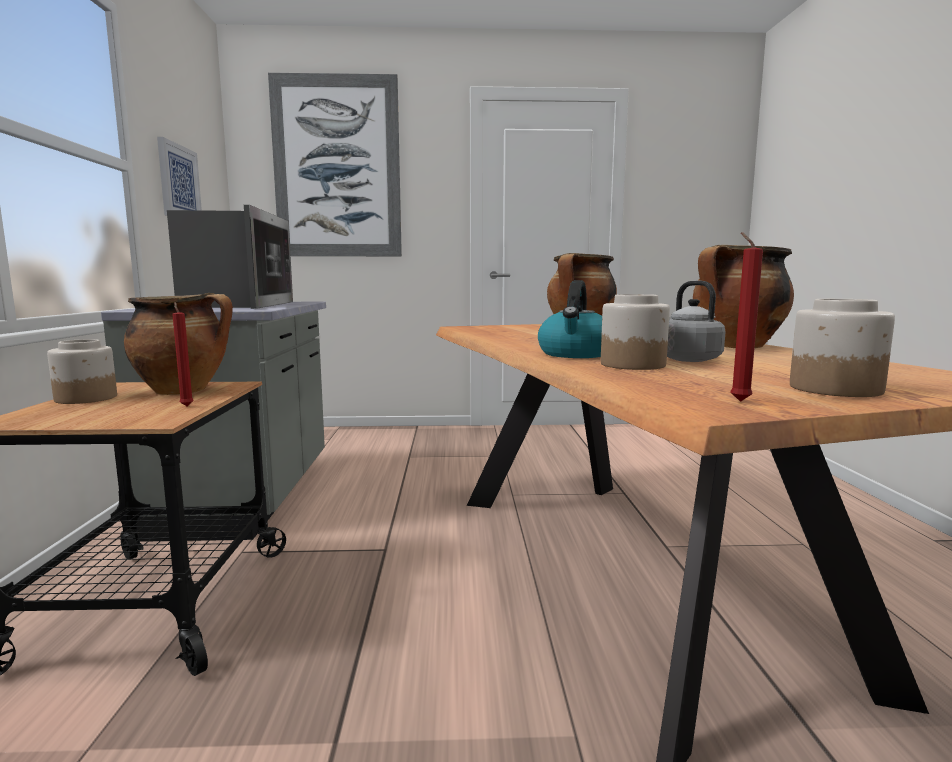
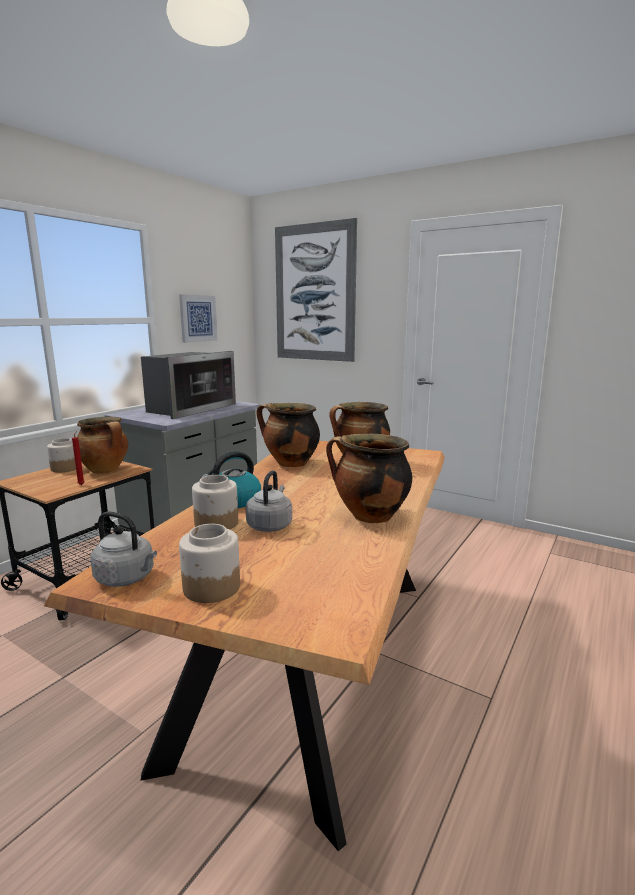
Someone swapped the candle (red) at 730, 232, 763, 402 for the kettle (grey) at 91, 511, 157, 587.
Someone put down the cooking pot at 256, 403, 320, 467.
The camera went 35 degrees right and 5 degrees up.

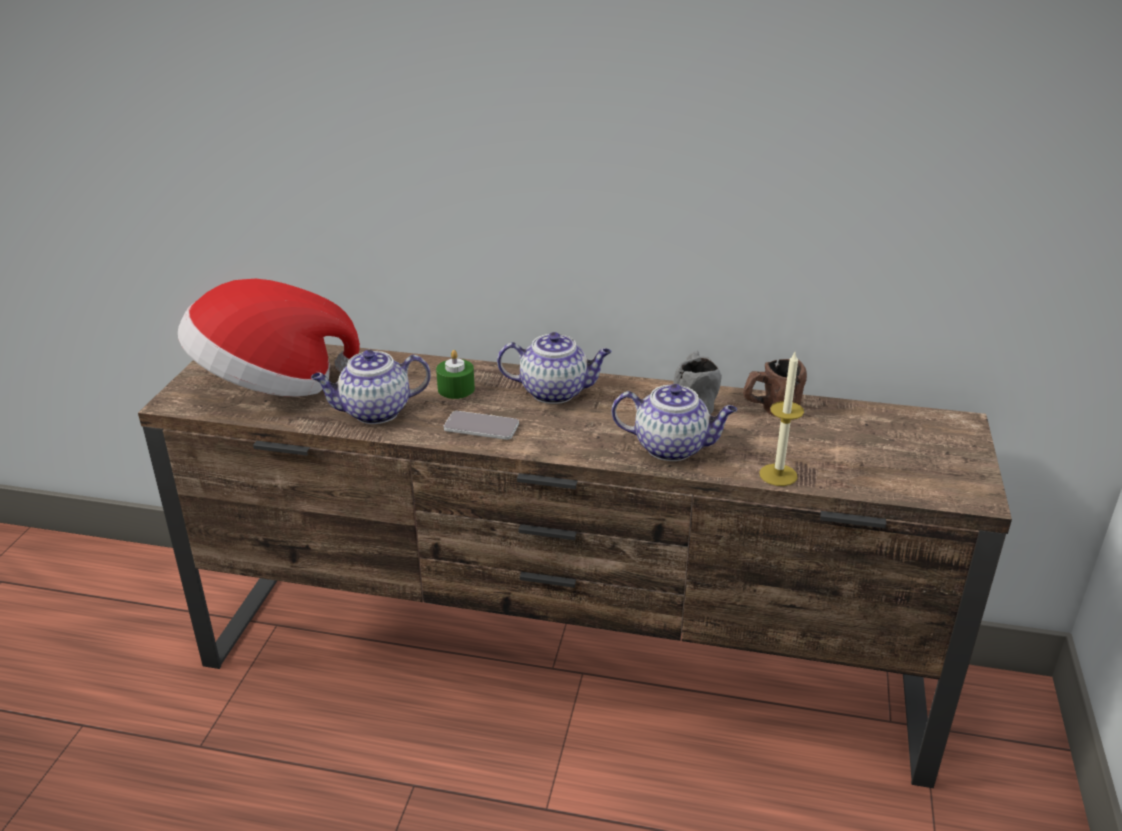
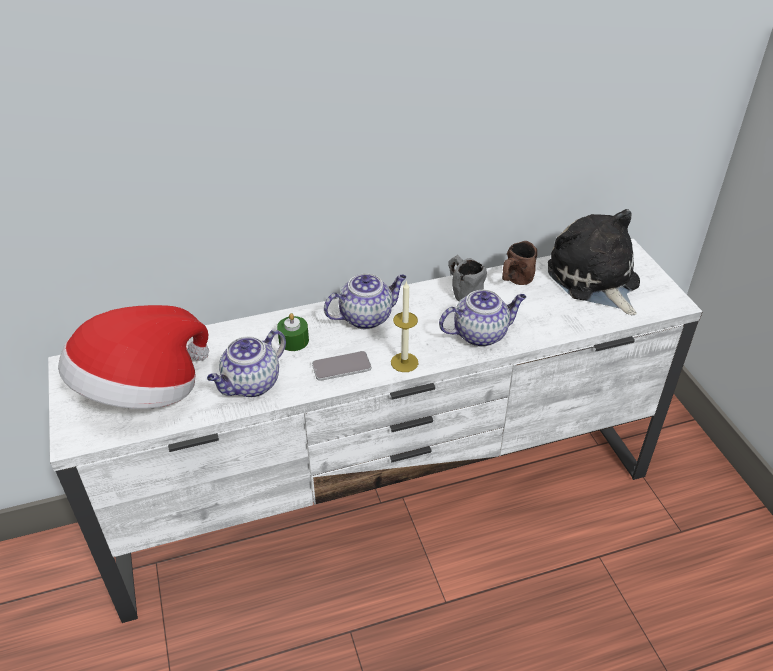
Someone repainted the tv stand (brown) at 138, 344, 1012, 788, which became the tv stand (white) at 48, 239, 703, 623.
Someone carried the candle from 759, 352, 804, 486 to 391, 282, 418, 372.
Someone put down the plush toy at 548, 209, 640, 315.
The camera went 30 degrees left and 10 degrees up.

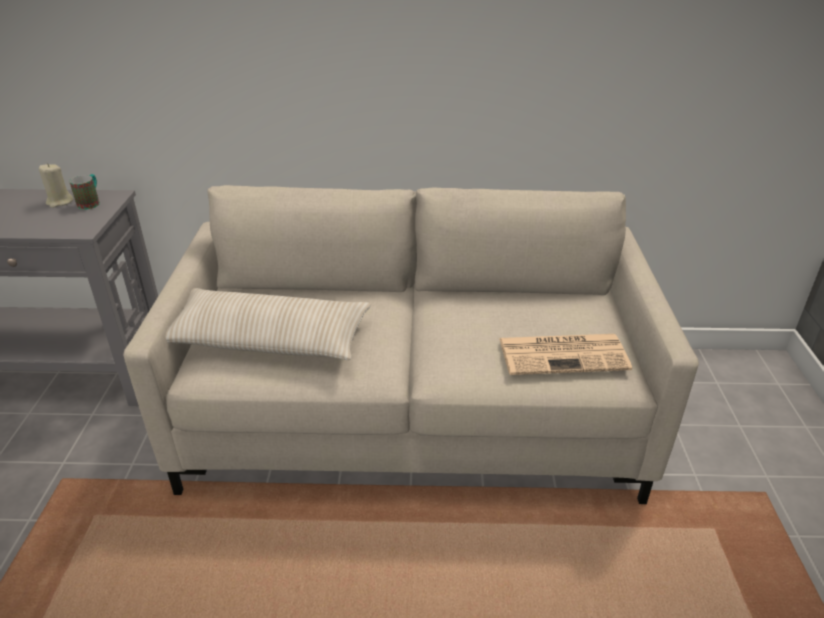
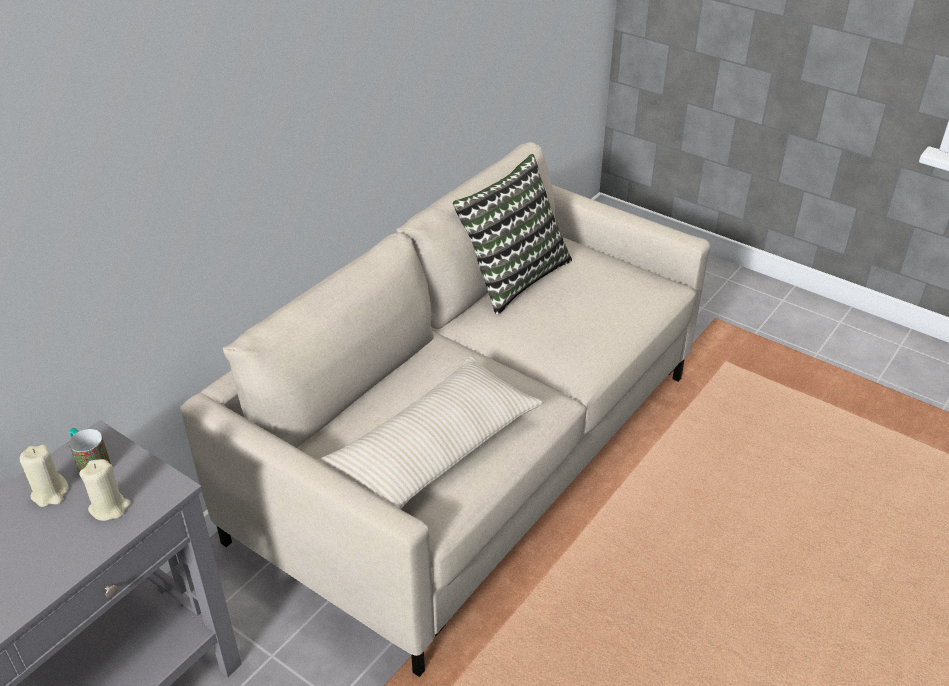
Someone took away the newspaper at 500, 334, 632, 375.
Someone put down the candle (beige) at 79, 459, 131, 521.
Someone put down the pillow at 453, 154, 572, 315.
The camera went 55 degrees left and 5 degrees up.

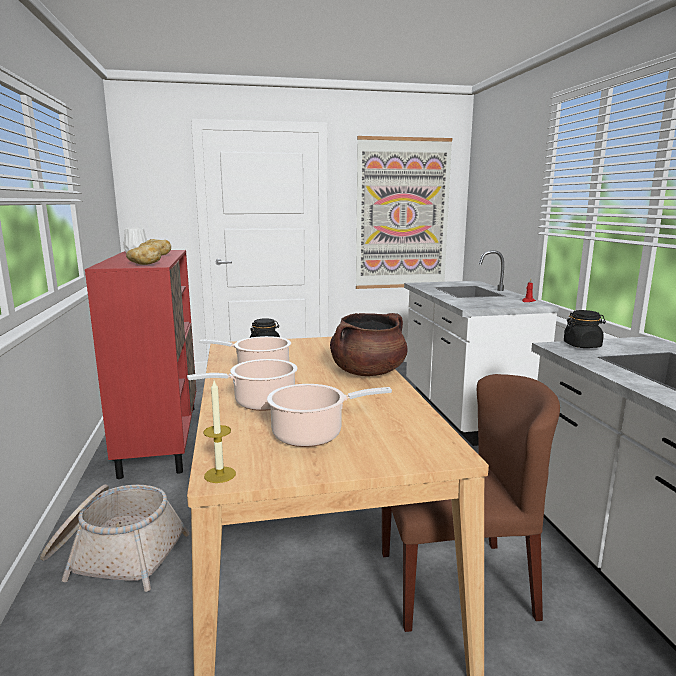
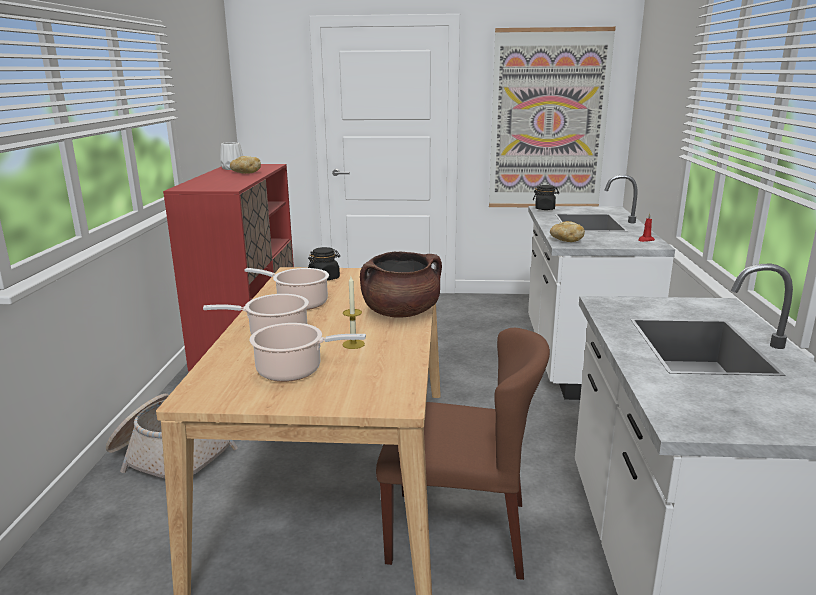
Someone carried the bread from 126, 245, 161, 265 to 550, 221, 585, 242.
Someone carried the candle from 203, 381, 236, 483 to 342, 276, 365, 349.
Someone carried the jar (black) from 564, 310, 606, 348 to 533, 185, 559, 210.
The camera went 15 degrees right and 5 degrees up.

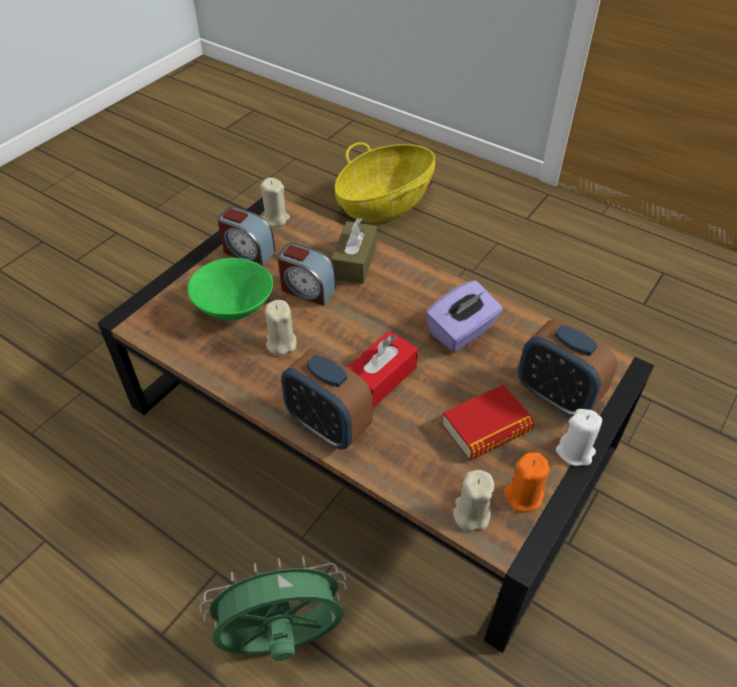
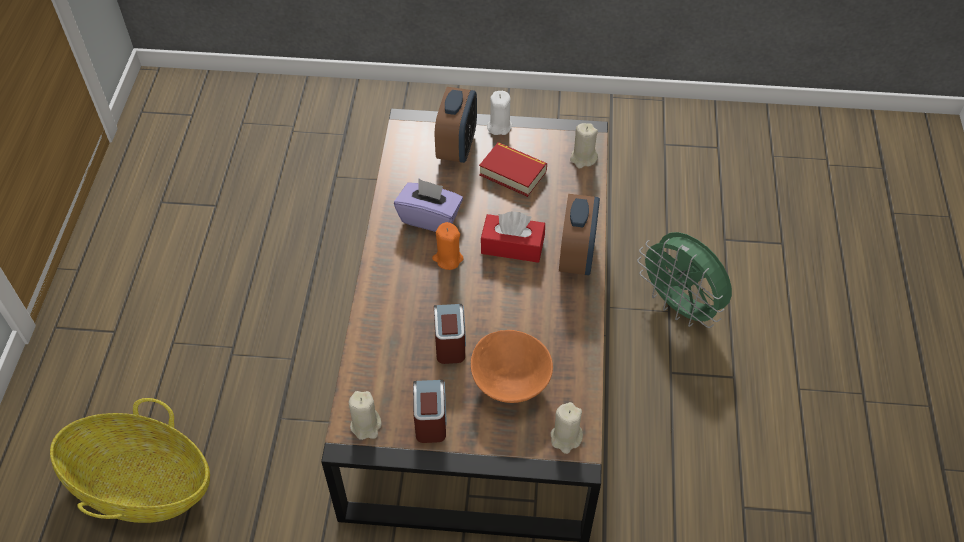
Someone repainted the bowl (green) at 188, 258, 273, 320, which became the bowl (orange) at 471, 330, 553, 403.
Someone carried the candle (beige) from 265, 300, 297, 355 to 551, 402, 583, 454.
Someone took away the tissue box (brown) at 331, 218, 377, 284.
Someone carried the candle (orange) from 504, 452, 550, 512 to 432, 222, 464, 270.
The camera went 120 degrees left and 5 degrees up.

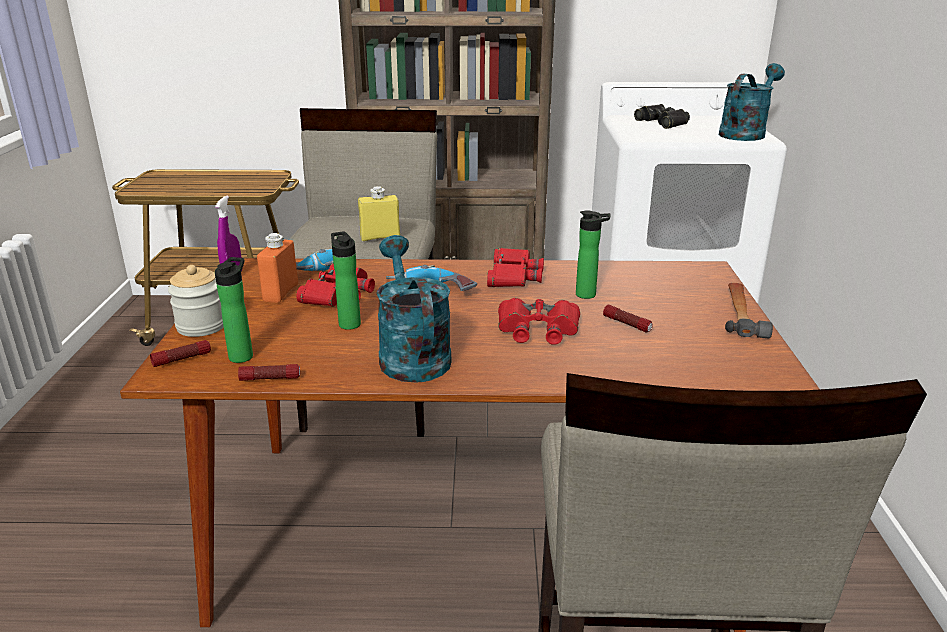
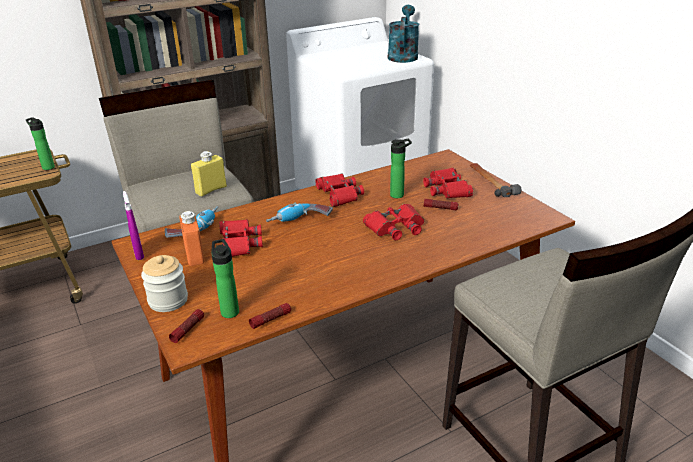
Someone carried the bottle from 331, 231, 361, 330 to 26, 117, 55, 170.
Someone took away the watering can (turquoise) at 376, 235, 452, 383.
Someone took away the binoculars (black) at 634, 104, 690, 129.
Someone put down the binoculars (red) at 423, 168, 473, 198.
The camera went 30 degrees left and 5 degrees up.

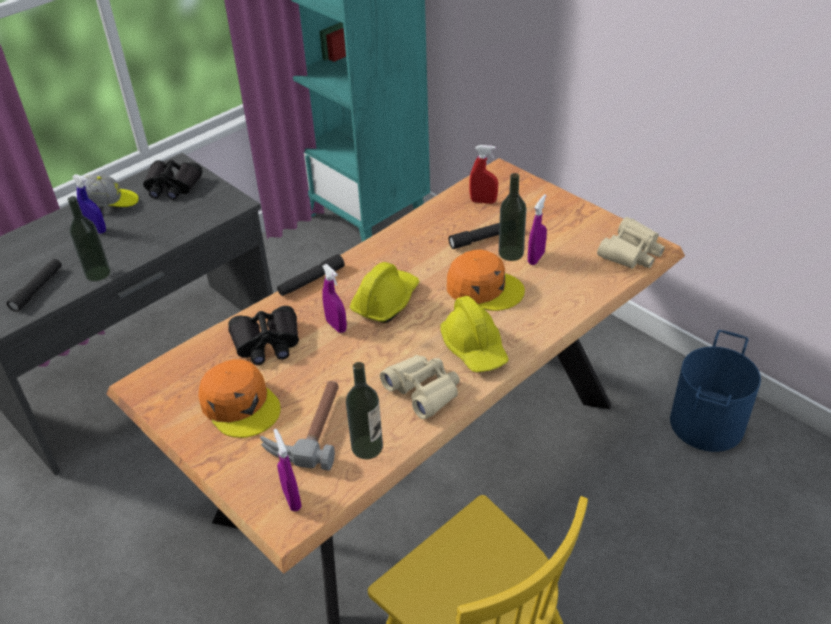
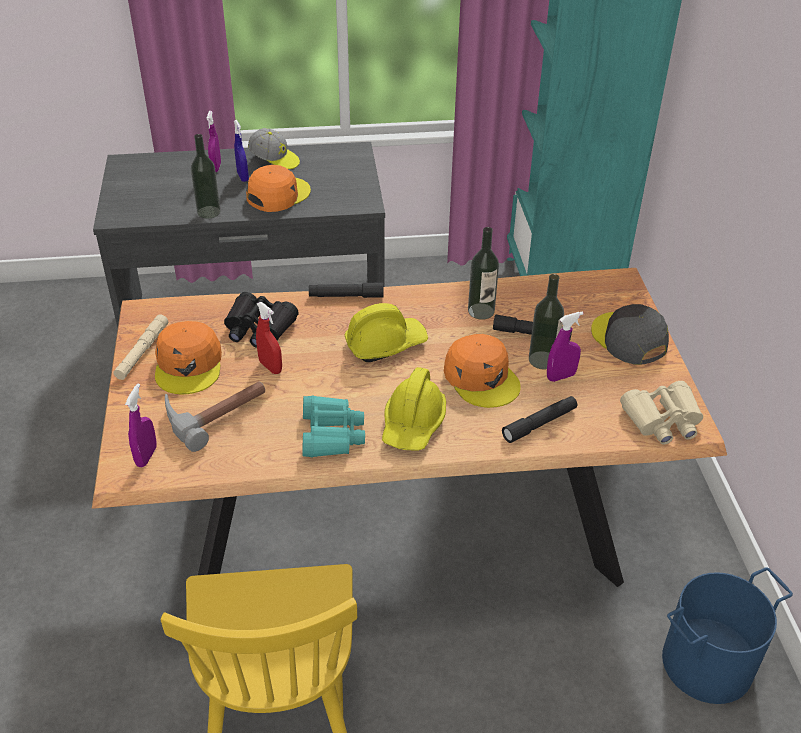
Someone carried the flashlight (black) from 7, 259, 62, 312 to 502, 396, 577, 443.
Someone took away the binoculars (black) at 143, 160, 203, 200.
Someone carried the spray bottle (purple) from 322, 264, 347, 333 to 206, 111, 221, 172.
Someone carried the bottle from 346, 362, 383, 459 to 468, 227, 499, 320.
Someone repainted the binoculars (beige) at 380, 355, 460, 419, which became the binoculars (turquoise) at 302, 395, 365, 457.
Someone carried the spray bottle (red) from 469, 145, 498, 204 to 256, 302, 282, 374.
Someone put down the flashlight (beige) at 113, 315, 168, 380.
Someone put down the cap (orange) at 246, 165, 311, 212.
Someone put down the cap (grey) at 591, 304, 669, 365.
The camera went 35 degrees right and 0 degrees up.

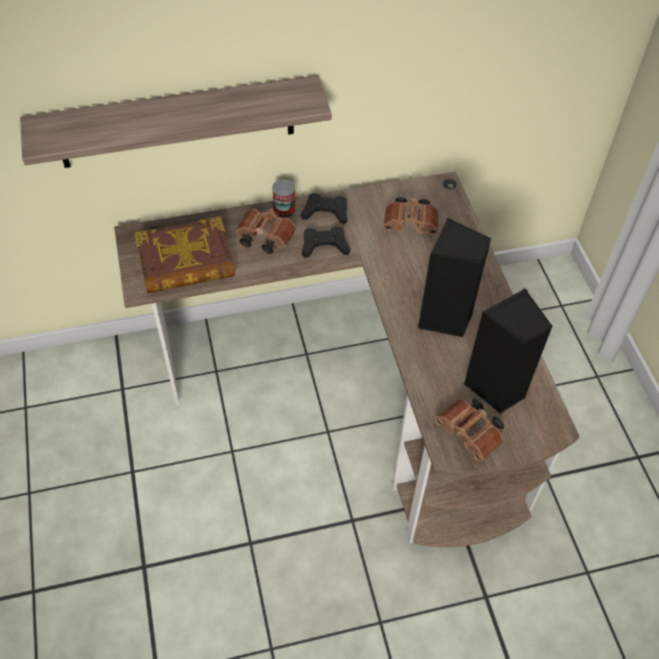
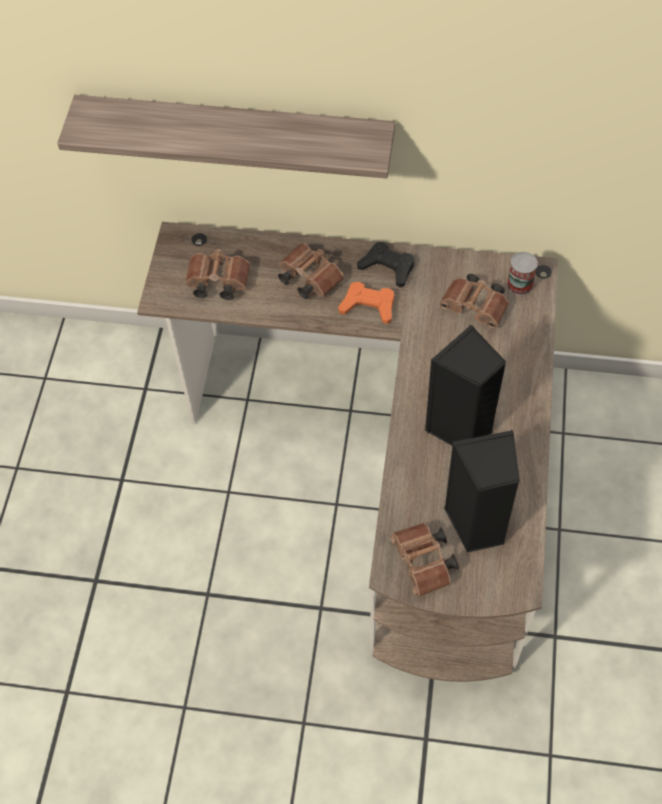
Someone swapped the book at 134, 217, 235, 293 for the binoculars (brown) at 185, 249, 250, 300.
Someone carried the can from 272, 179, 296, 218 to 507, 252, 538, 295.
Someone repainted the game controller (black) at 302, 227, 350, 258, which became the game controller (orange) at 338, 282, 394, 324.
The camera went 25 degrees right and 5 degrees up.

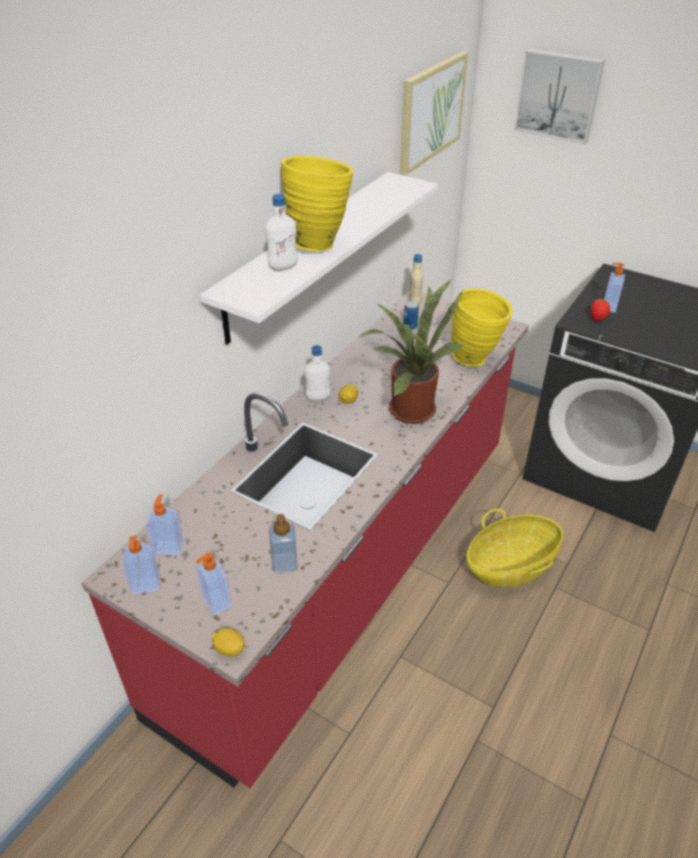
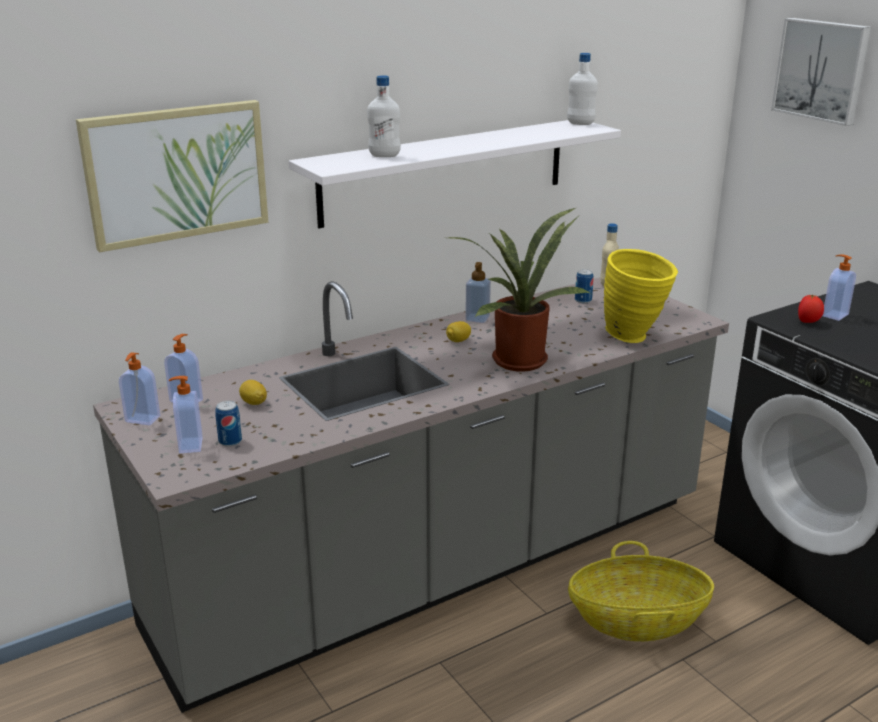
Someone repainted the counter (red) at 81, 292, 529, 788, which became the counter (grey) at 93, 277, 729, 713.
Someone carried the lemon from 211, 628, 245, 657 to 239, 380, 267, 405.
Someone carried the soap dispenser from 269, 514, 298, 573 to 465, 262, 491, 323.
Someone took away the vase (yellow) at 281, 156, 354, 251.
Someone carried the bottle (white) from 304, 345, 331, 401 to 567, 53, 598, 125.
Someone carried the picture from 400, 51, 468, 175 to 76, 100, 269, 252.
Someone put down the can at 215, 400, 242, 447.
The camera went 25 degrees right and 15 degrees down.

